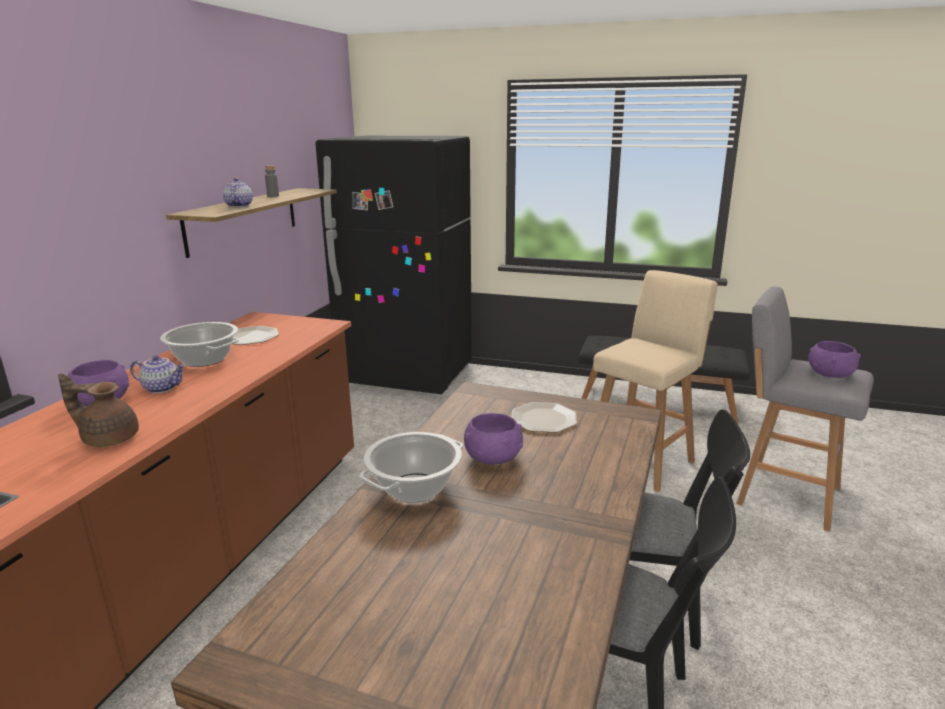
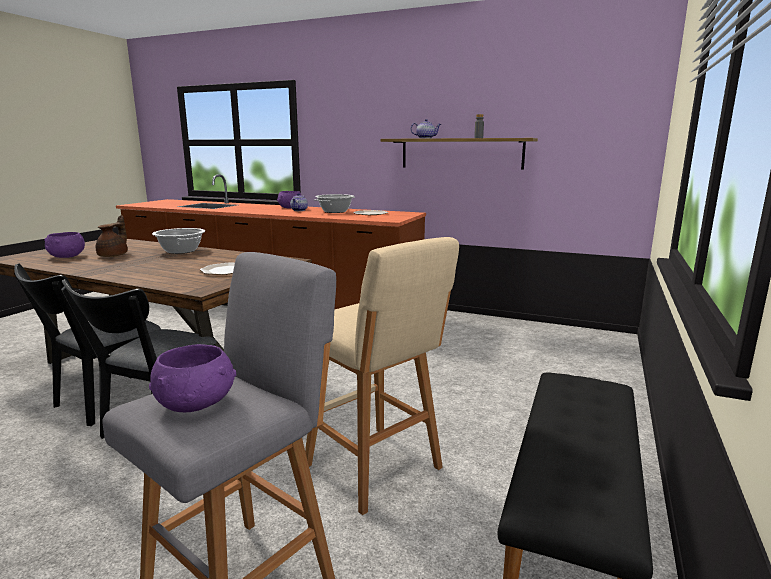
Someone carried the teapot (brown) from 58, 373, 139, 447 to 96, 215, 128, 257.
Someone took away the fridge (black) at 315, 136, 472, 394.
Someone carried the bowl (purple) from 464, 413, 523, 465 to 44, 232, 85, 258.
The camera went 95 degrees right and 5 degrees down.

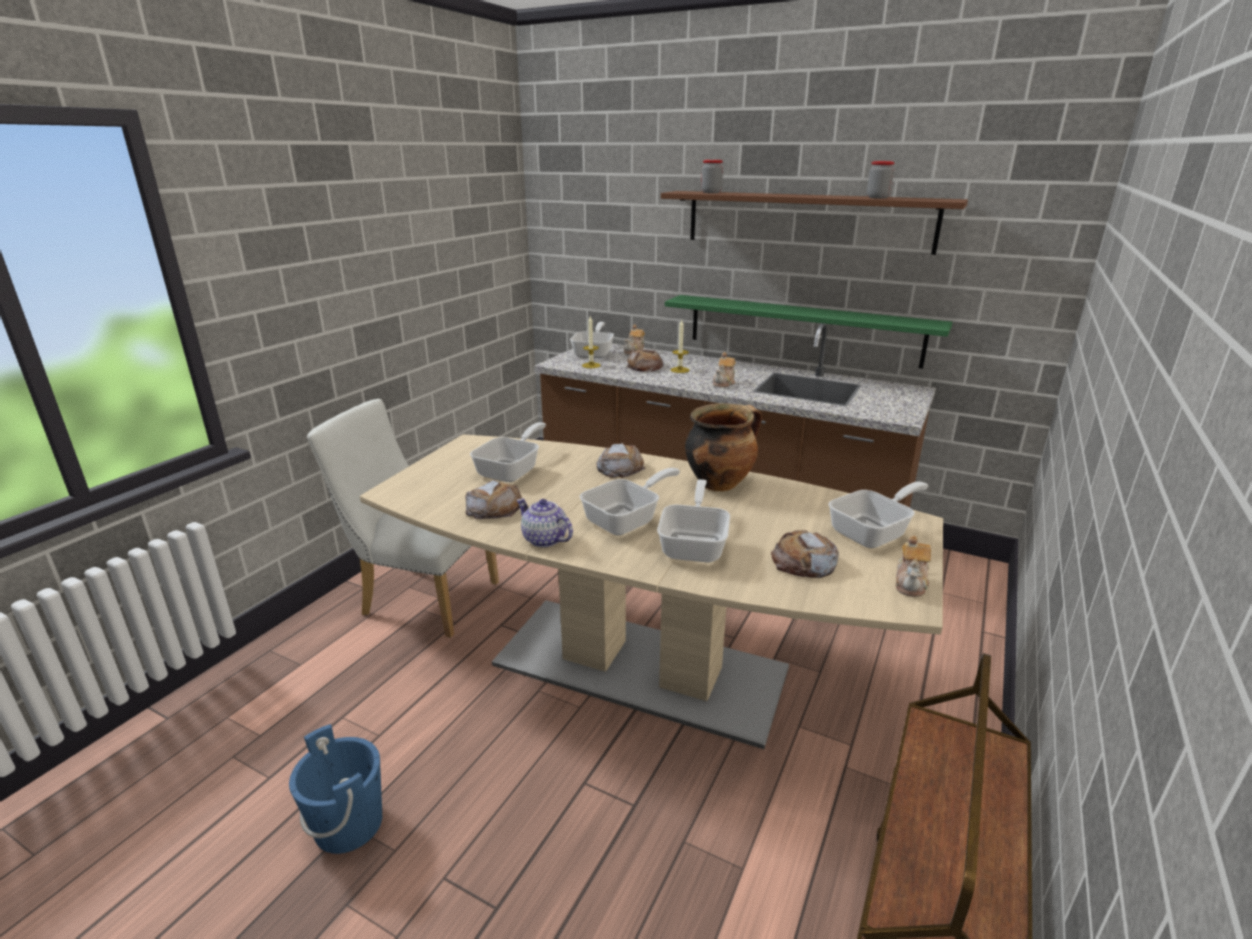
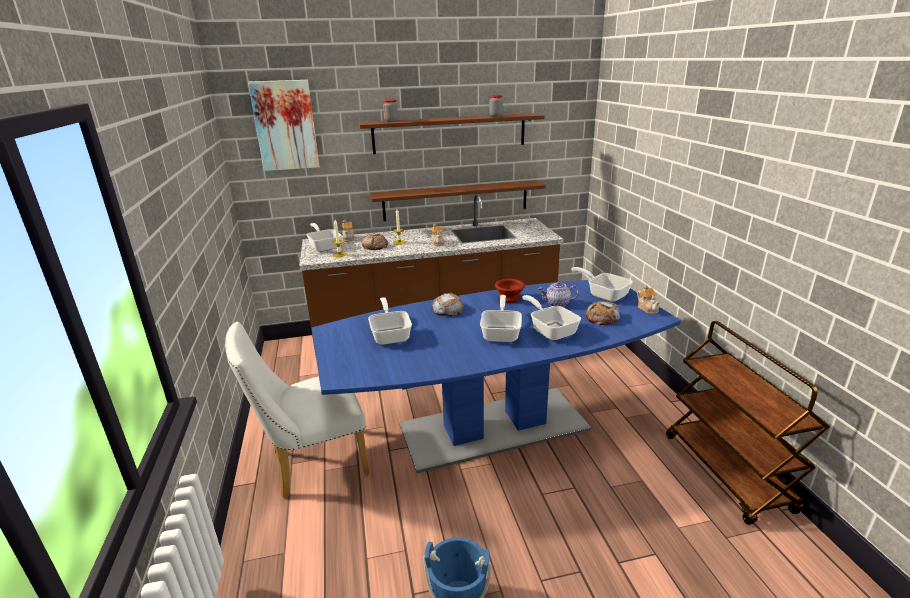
Someone repainted the dining table (beige) at 360, 434, 943, 749, which became the dining table (blue) at 312, 280, 681, 473.
Someone took away the bread at 465, 480, 522, 519.
Someone carried the teapot from 517, 498, 573, 548 to 538, 281, 579, 307.
Someone repainted the shelf (green) at 665, 295, 953, 369, which became the shelf (brown) at 370, 180, 546, 221.
Someone swapped the cooking pot at 685, 403, 762, 491 for the bowl (brown) at 495, 279, 525, 303.
Someone rotated the frying pan at 828, 482, 929, 548 by 60 degrees counterclockwise.
Someone put up the picture at 248, 80, 319, 171.
The camera went 40 degrees left and 0 degrees up.

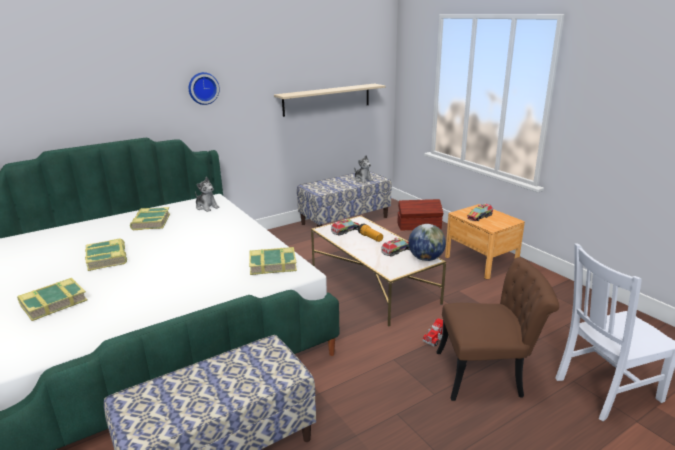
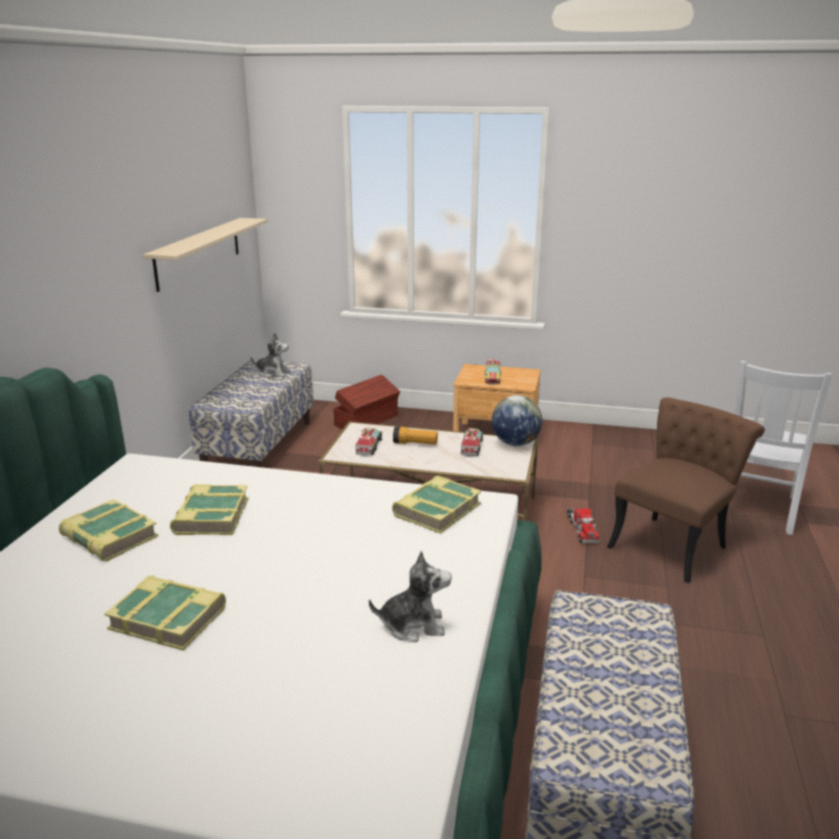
Someone carried the book from 17, 278, 88, 321 to 170, 484, 248, 535.
Someone took away the wall clock at 189, 72, 219, 105.
Someone carried the plush toy from 195, 177, 220, 212 to 369, 551, 452, 642.
The camera went 45 degrees left and 0 degrees up.

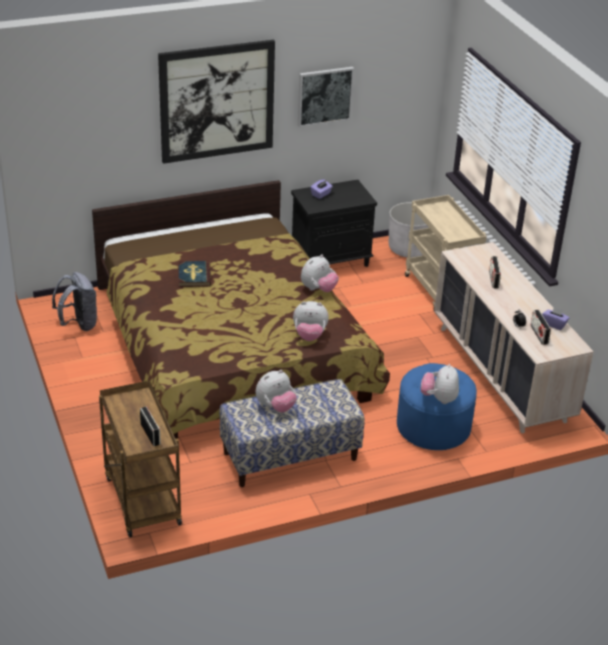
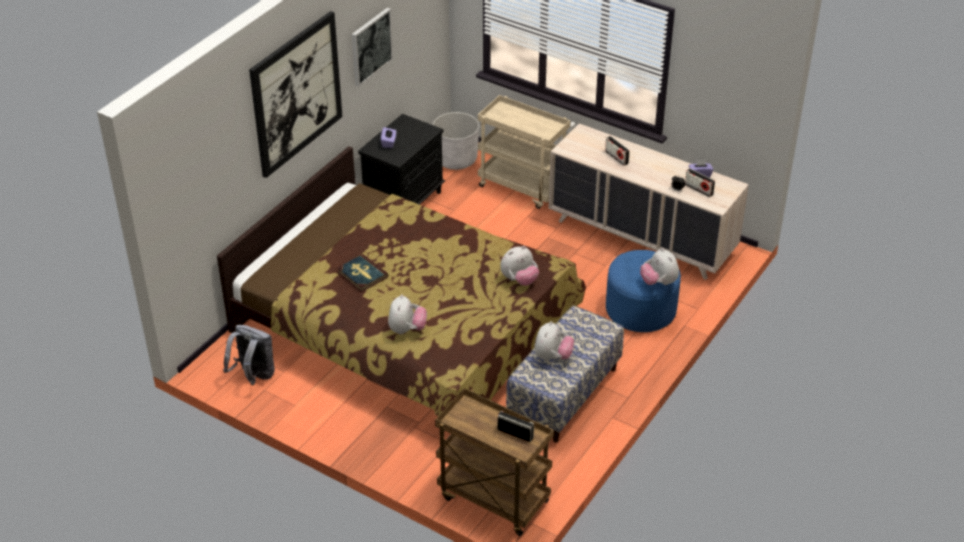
Someone carried the plush toy from 301, 255, 339, 292 to 388, 294, 427, 334.
The camera went 35 degrees left and 5 degrees up.

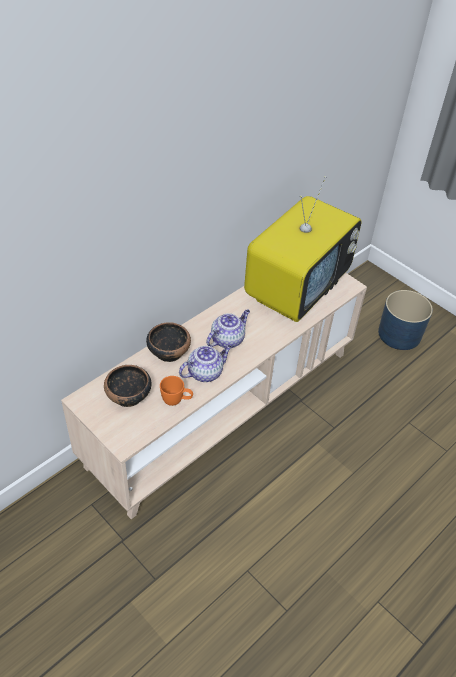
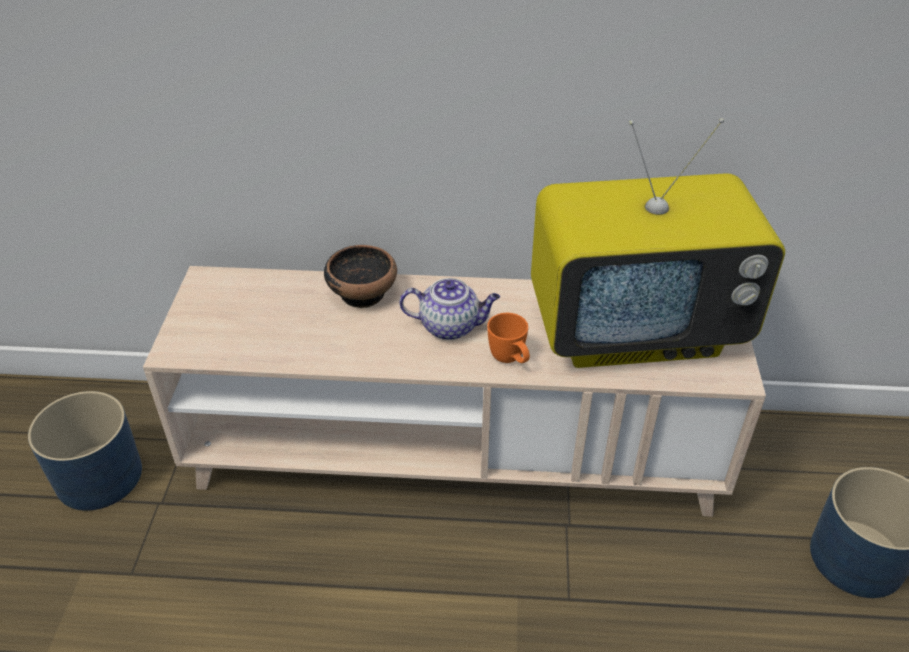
Someone took away the bowl at 104, 365, 152, 407.
Someone carried the mug (orange) from 160, 376, 193, 406 to 487, 313, 530, 363.
Someone took away the teapot at 179, 345, 232, 382.
Someone put down the planter (blue) at 28, 391, 142, 511.
The camera went 50 degrees right and 5 degrees down.

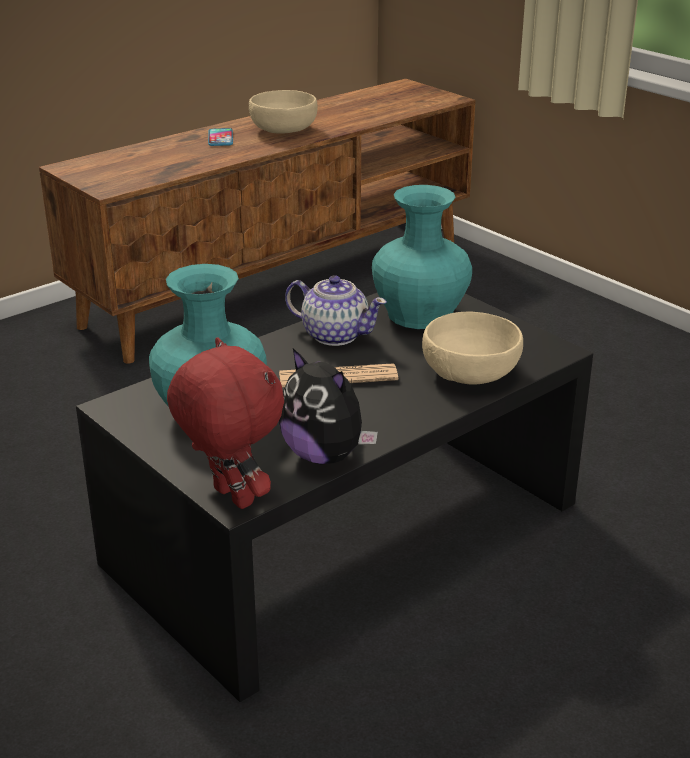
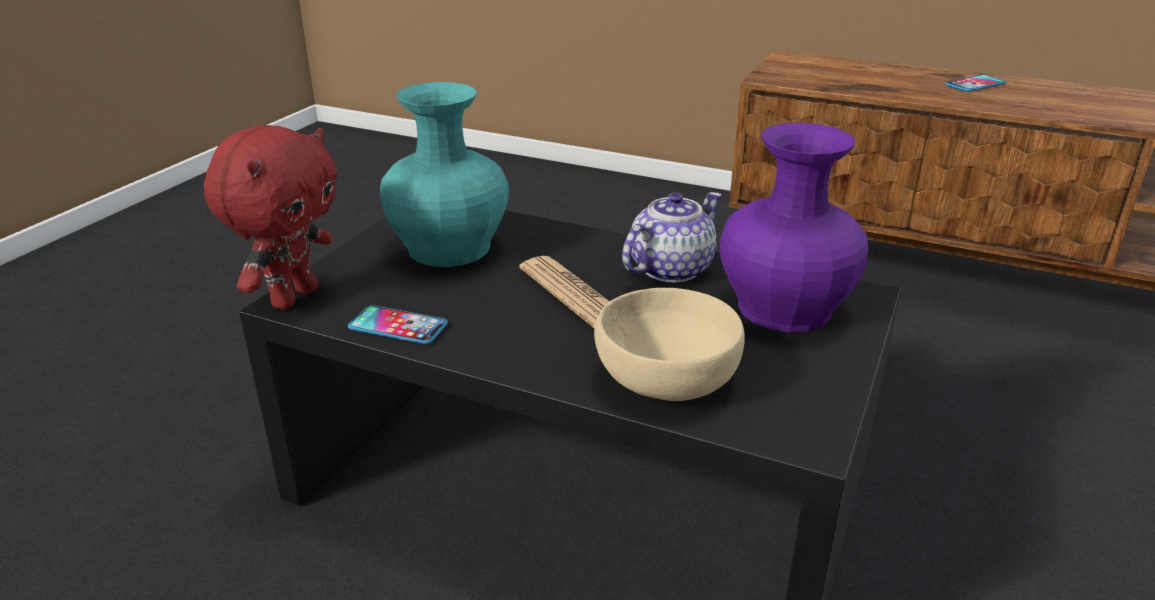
Someone took away the bowl (beige) at 249, 90, 317, 133.
Someone swapped the plush toy at 279, 348, 378, 464 for the phone at 348, 305, 448, 344.
Someone rotated the teapot at 285, 275, 387, 346 by 135 degrees counterclockwise.
Someone repainted the vase (turquoise) at 372, 185, 472, 329, which became the vase (purple) at 720, 123, 868, 333.
The camera went 65 degrees right and 0 degrees up.

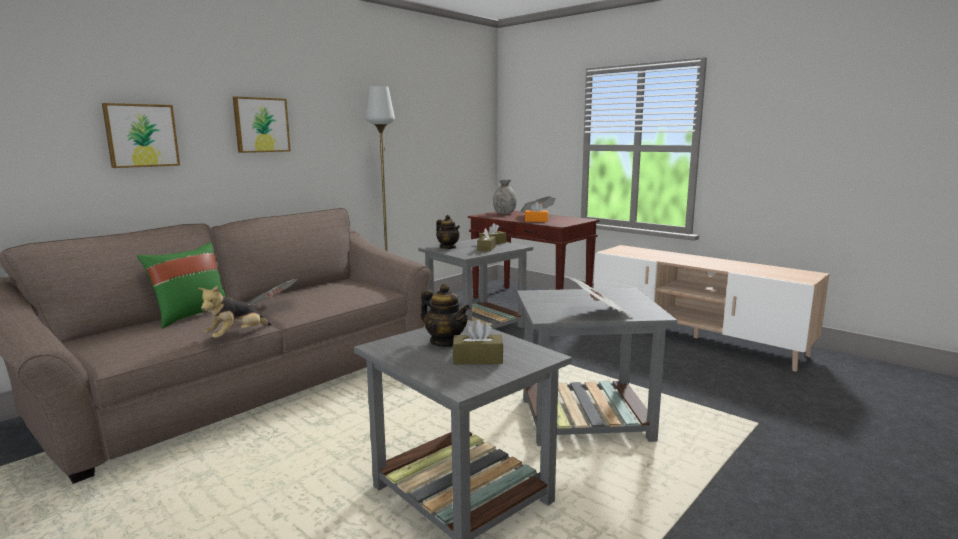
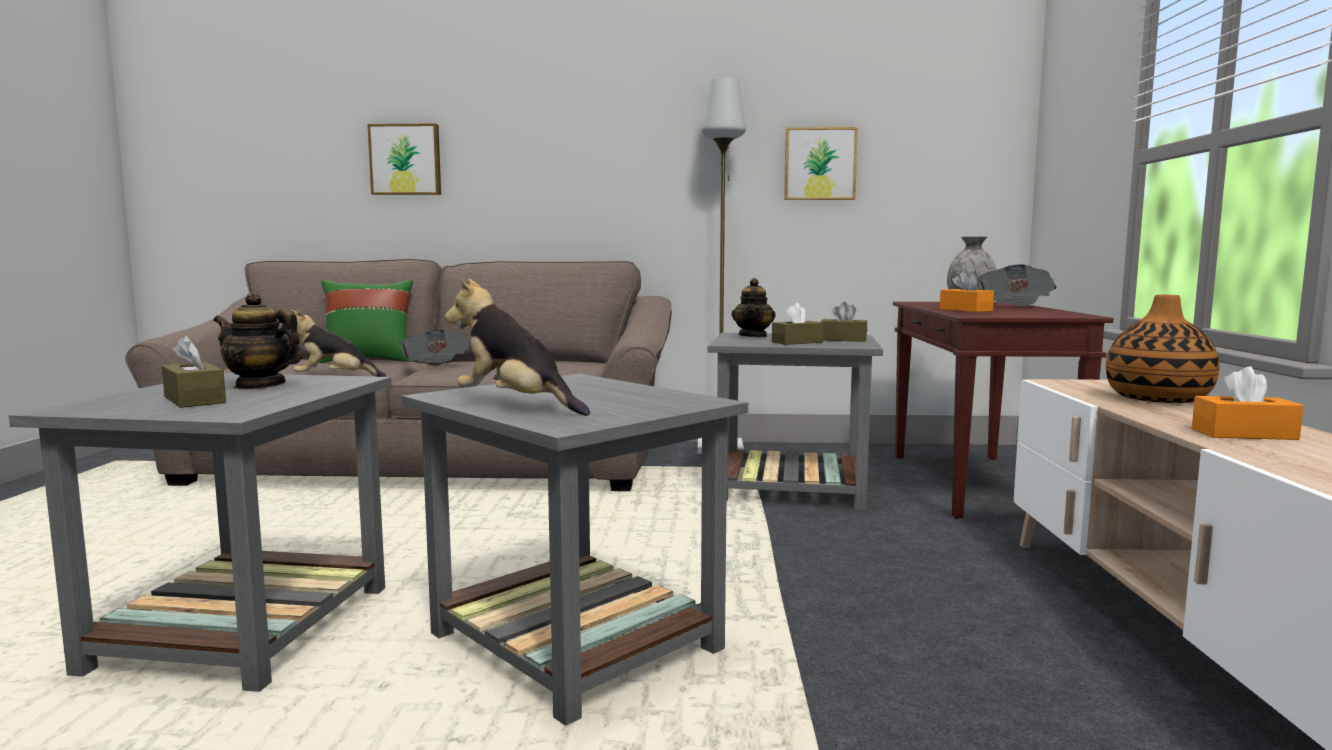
Someone carried the picture from 233, 97, 291, 153 to 784, 127, 858, 200.
Someone rotated the teapot at 421, 283, 470, 347 by 105 degrees clockwise.
Someone swapped the newspaper at 565, 276, 634, 315 for the plush toy at 445, 276, 590, 416.
Someone put down the vase at 1106, 294, 1219, 403.
Someone put down the tissue box (orange) at 1192, 366, 1304, 440.
The camera went 50 degrees right and 5 degrees down.

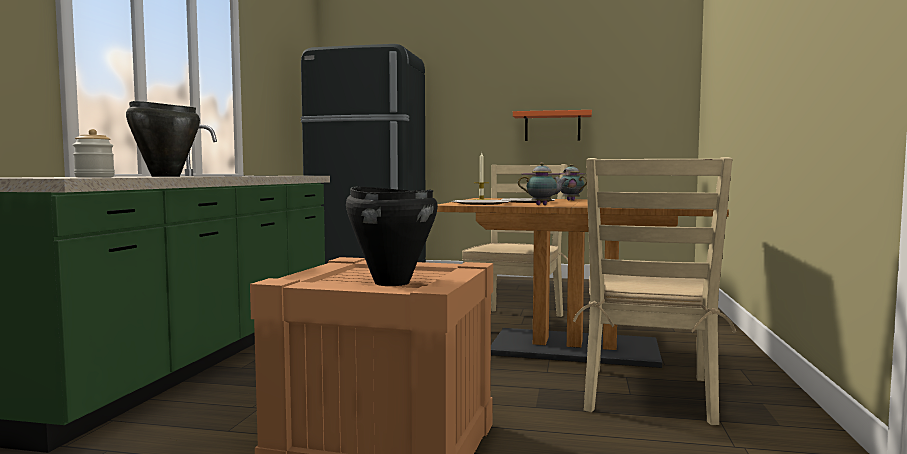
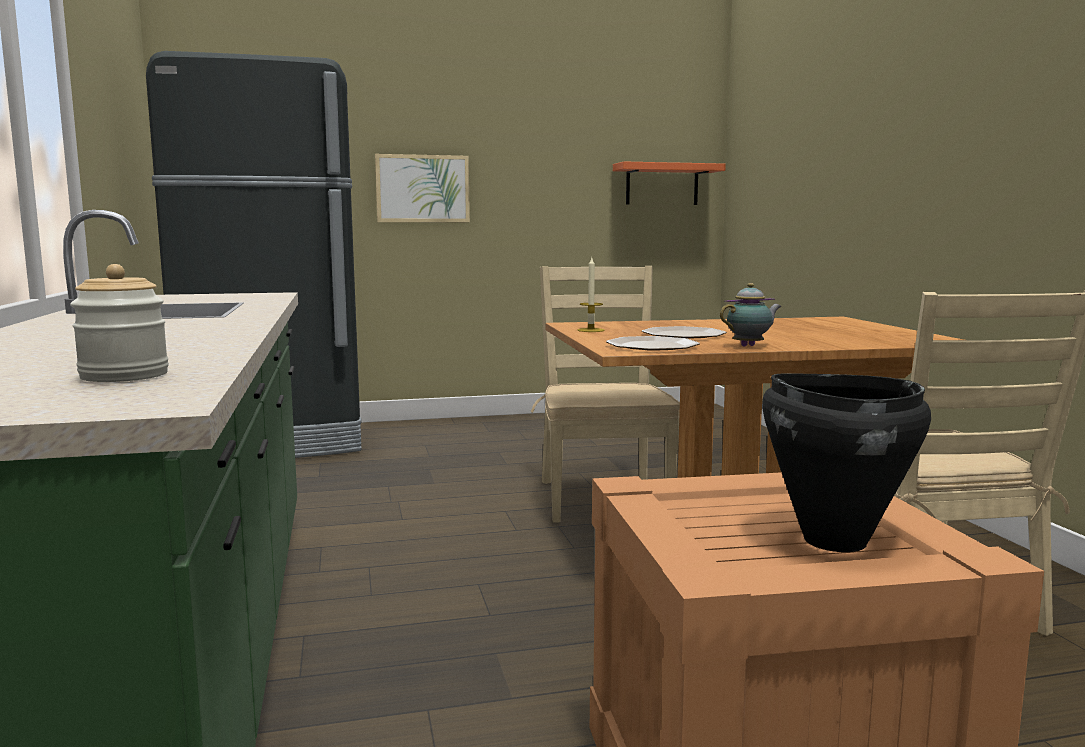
Someone took away the cooking pot (black) at 126, 101, 200, 177.
Someone carried the shelf (orange) from 513, 110, 592, 141 to 613, 162, 726, 205.
Someone took away the teapot at 554, 164, 587, 201.
Someone put up the picture at 375, 154, 470, 222.
The camera went 25 degrees left and 5 degrees up.

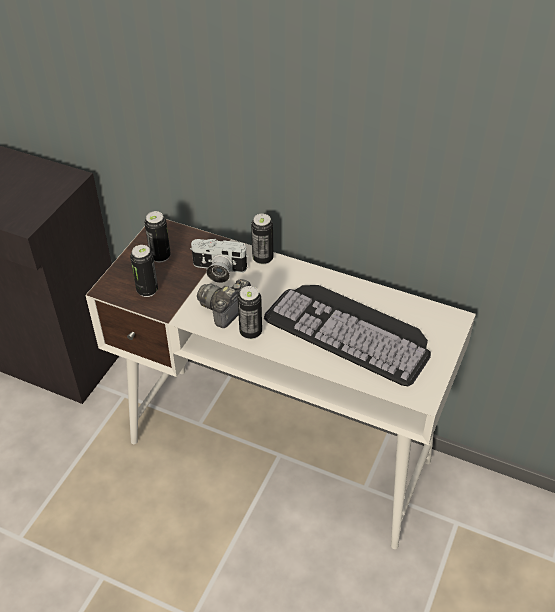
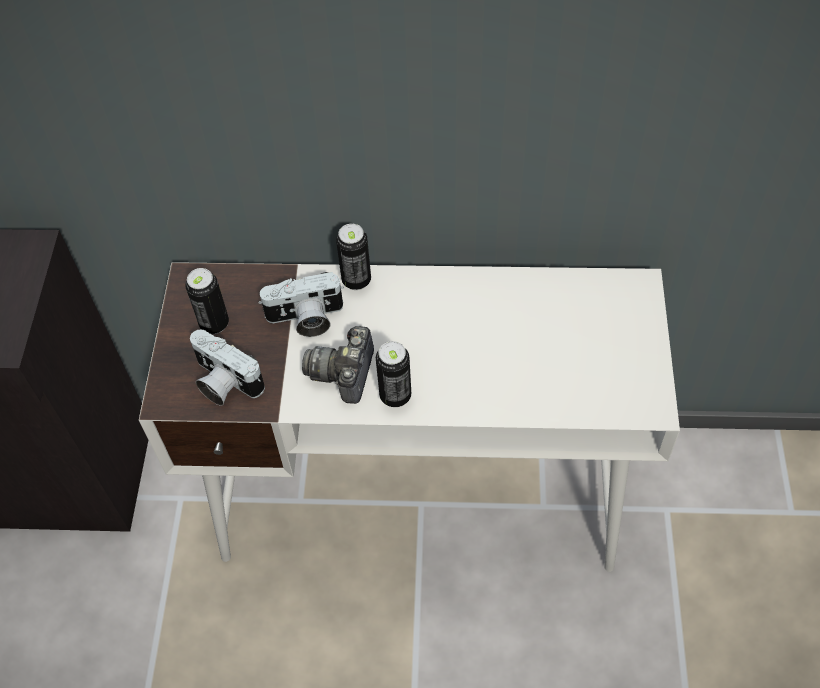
Someone swapped the can at 130, 245, 158, 297 for the photo camera at 190, 329, 265, 406.
Someone took away the keyboard at 264, 285, 431, 386.
The camera went 20 degrees left and 10 degrees up.

